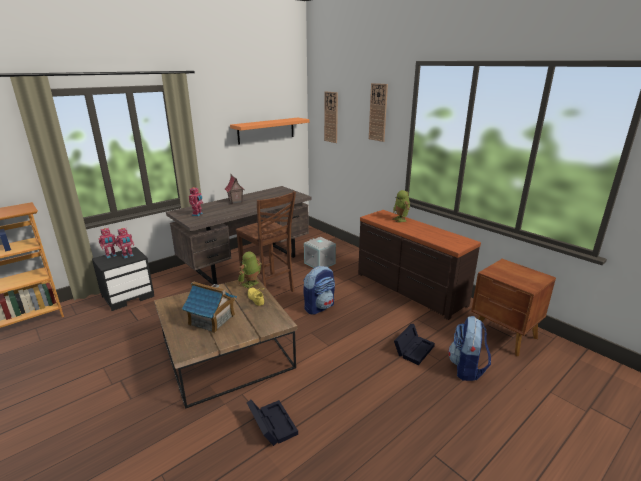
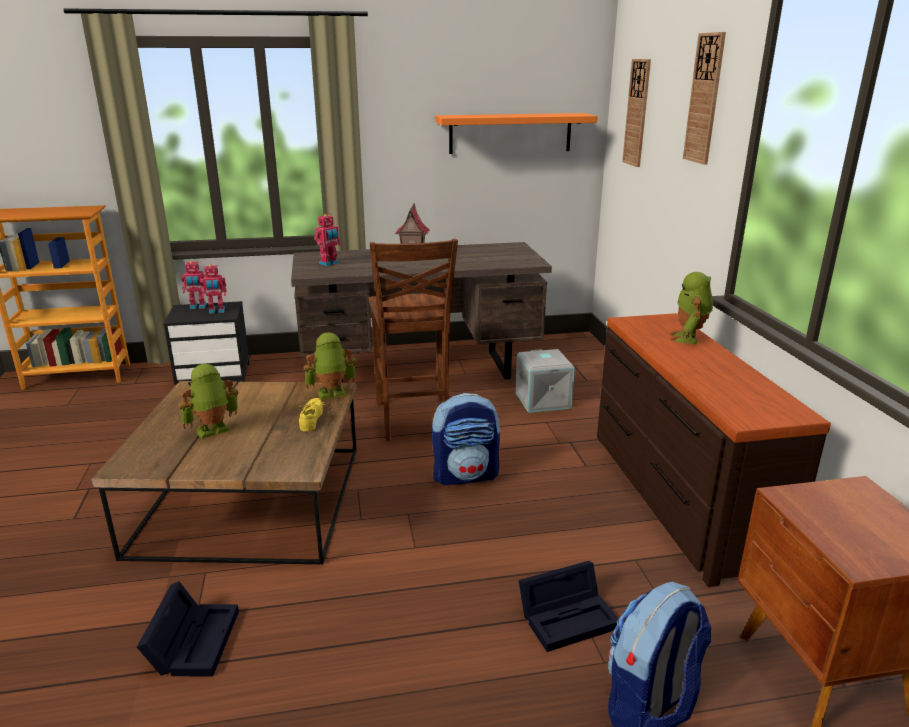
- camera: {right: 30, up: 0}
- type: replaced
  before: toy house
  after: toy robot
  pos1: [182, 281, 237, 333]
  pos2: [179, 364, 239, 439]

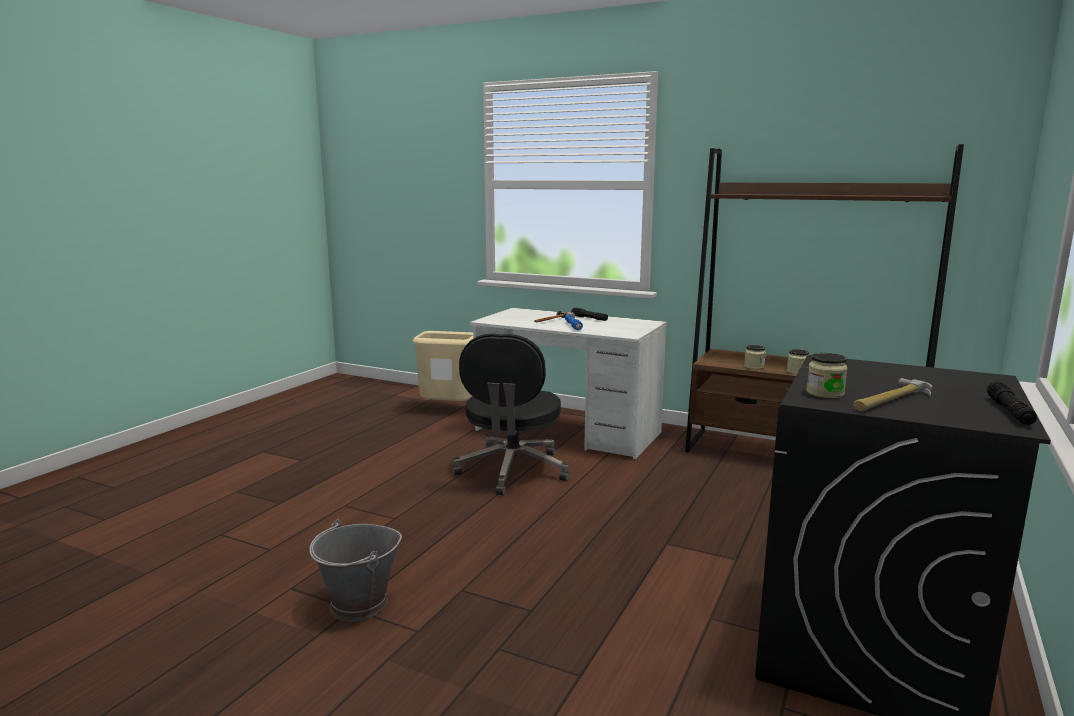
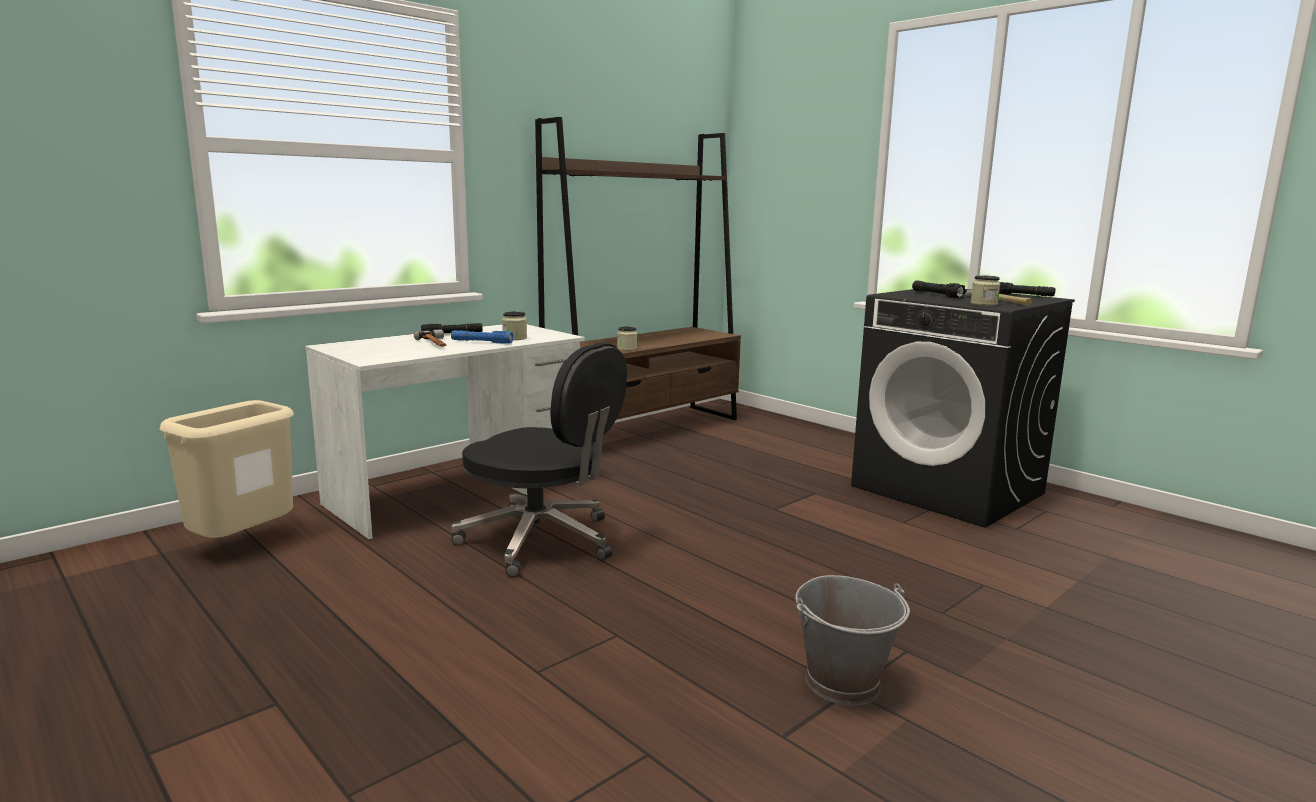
- camera: {right: -70, up: 0}
- type: added
  after: black flashlight
  pos2: [912, 280, 966, 298]
- type: moved
  before: jar
  pos1: [787, 349, 809, 374]
  pos2: [502, 311, 527, 340]

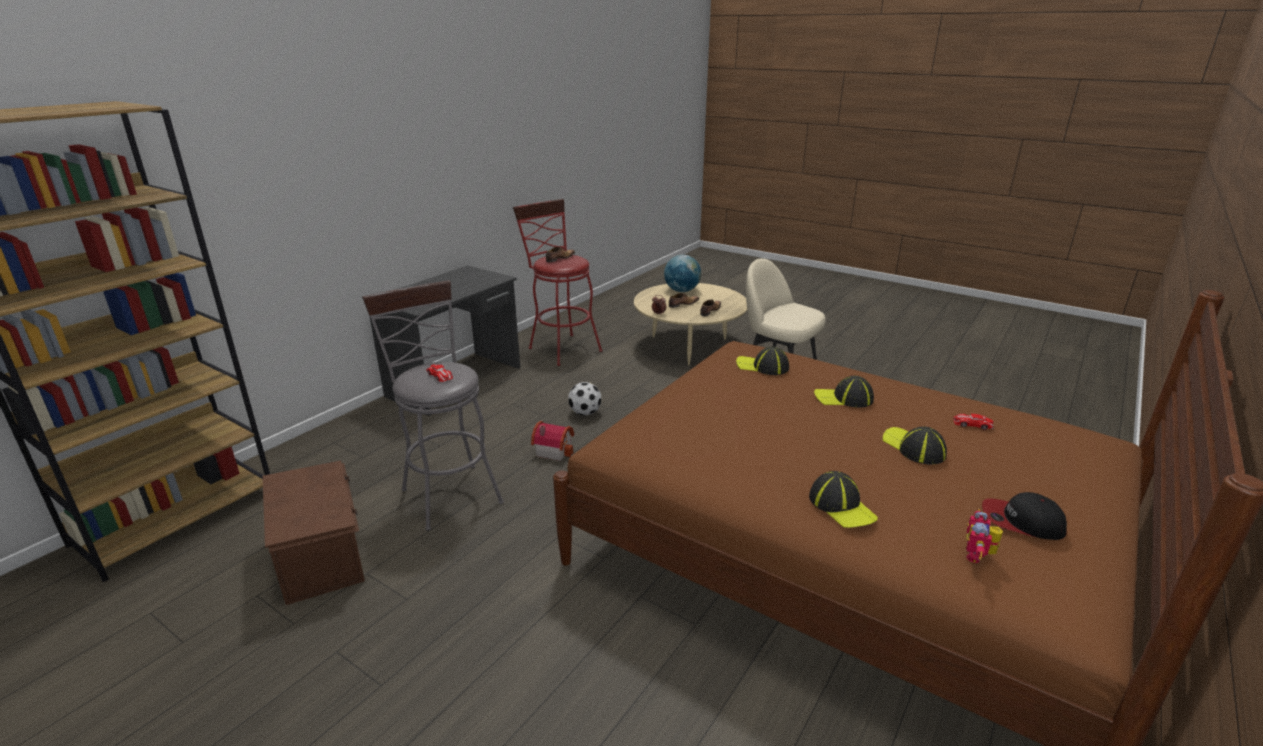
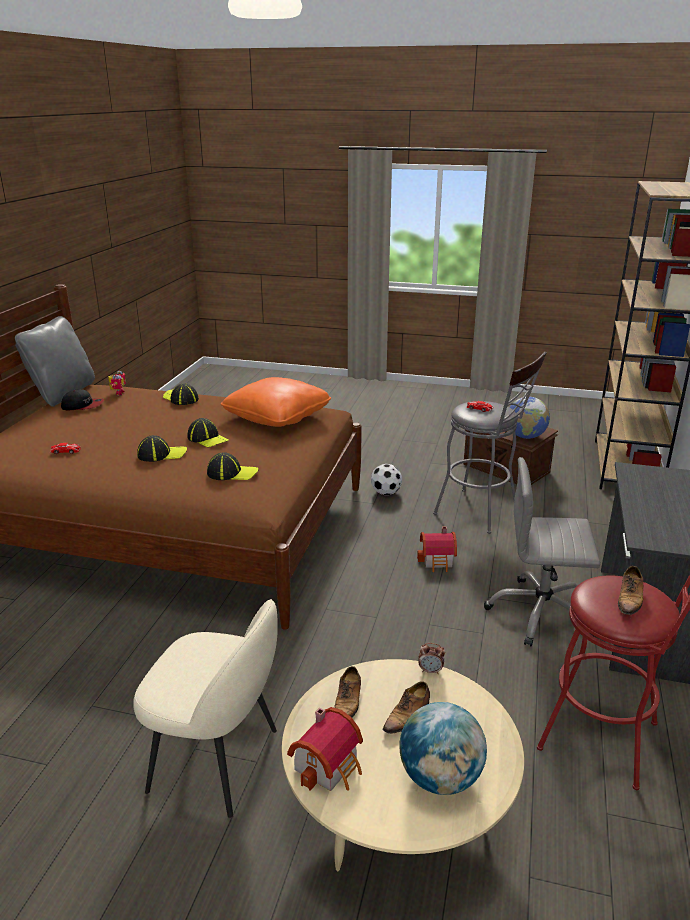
- camera: {right: 160, up: 0}
- type: added
  after: grey pillow
  pos2: [15, 316, 95, 407]
- type: added
  after: orange pillow
  pos2: [221, 377, 331, 427]
- type: added
  after: toy house
  pos2: [287, 707, 363, 791]
- type: added
  after: grey office chair
  pos2: [484, 457, 600, 646]
- type: added
  after: globe
  pos2: [509, 397, 550, 439]
- type: moved
  before: football
  pos1: [568, 382, 601, 416]
  pos2: [371, 464, 402, 495]
- type: moved
  before: cap
  pos1: [883, 426, 947, 464]
  pos2: [187, 418, 229, 448]

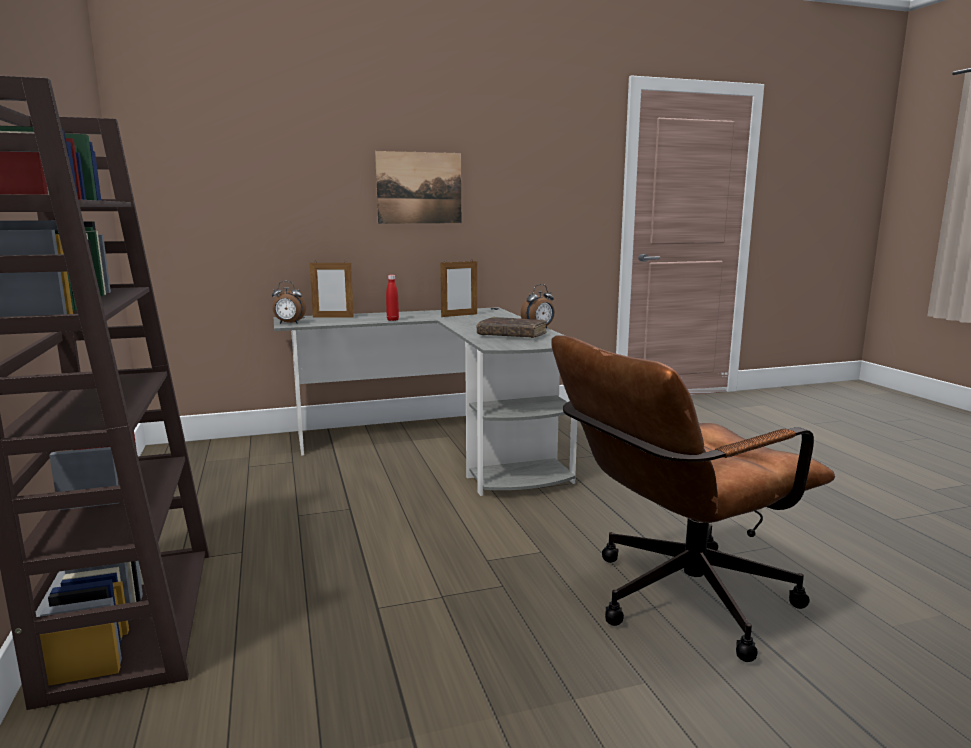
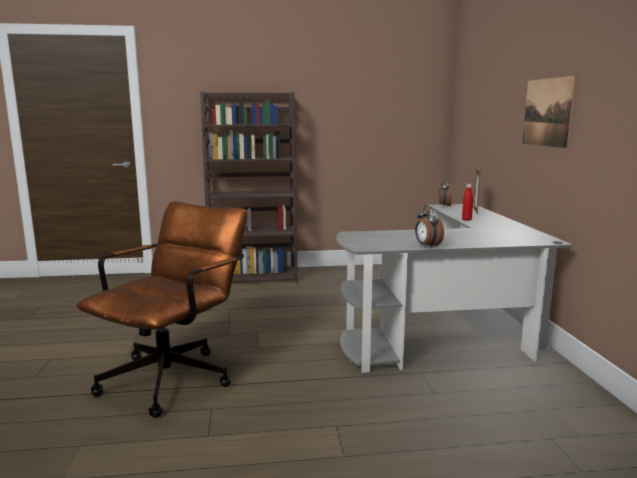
- camera: {right: 100, up: 0}
- type: removed
  before: picture frame
  pos1: [440, 259, 477, 317]
- type: removed
  before: brown book
  pos1: [477, 317, 547, 338]
- type: turned
  before: brown office chair
  pos1: [551, 335, 835, 662]
  pos2: [77, 201, 248, 418]
  turn: 45

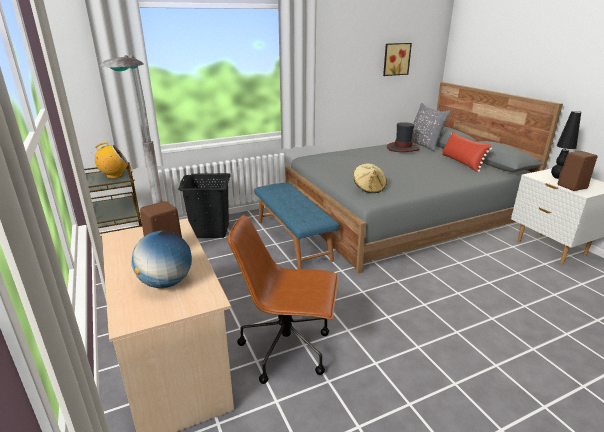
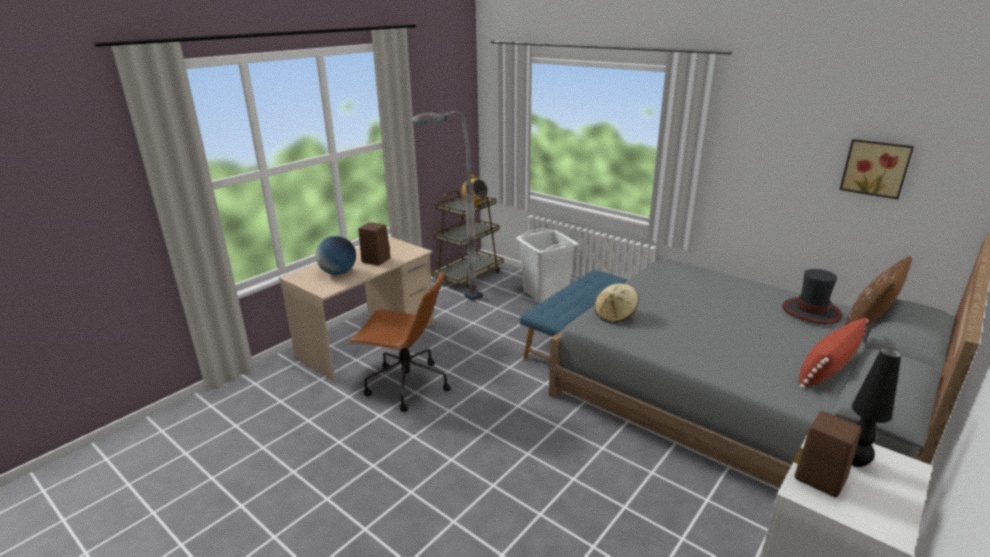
- camera: {right: 65, up: 0}
- type: recoloured
  before: black laundry basket
  after: white laundry basket
  pos1: [178, 173, 231, 238]
  pos2: [516, 228, 579, 303]
- type: recoloured
  before: grey pillow
  after: brown pillow
  pos1: [412, 103, 451, 151]
  pos2: [846, 256, 912, 327]
- type: turned
  before: brown office chair
  pos1: [228, 215, 338, 384]
  pos2: [348, 272, 451, 412]
  turn: 120

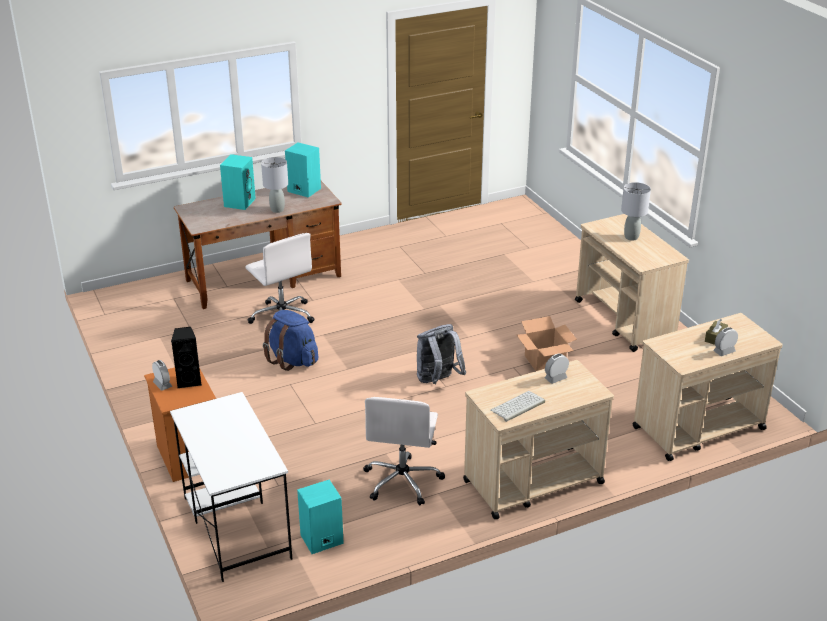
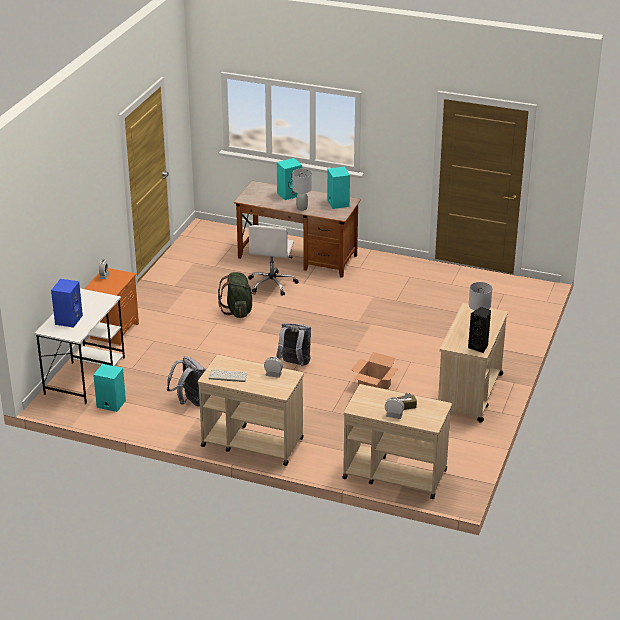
- camera: {right: 45, up: 0}
- type: added
  after: blue speaker
  pos2: [51, 279, 83, 328]
- type: moved
  before: black speaker
  pos1: [171, 327, 202, 388]
  pos2: [468, 307, 491, 353]
- type: replaced
  before: white office chair
  after: grey backpack
  pos1: [363, 397, 445, 506]
  pos2: [167, 356, 206, 407]
- type: recoloured
  before: blue backpack
  after: green backpack
  pos1: [263, 310, 318, 371]
  pos2: [218, 272, 256, 318]

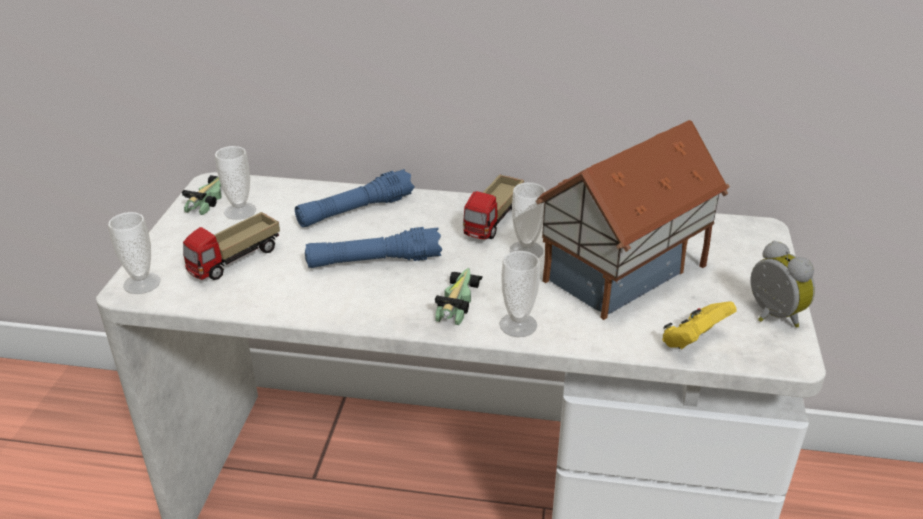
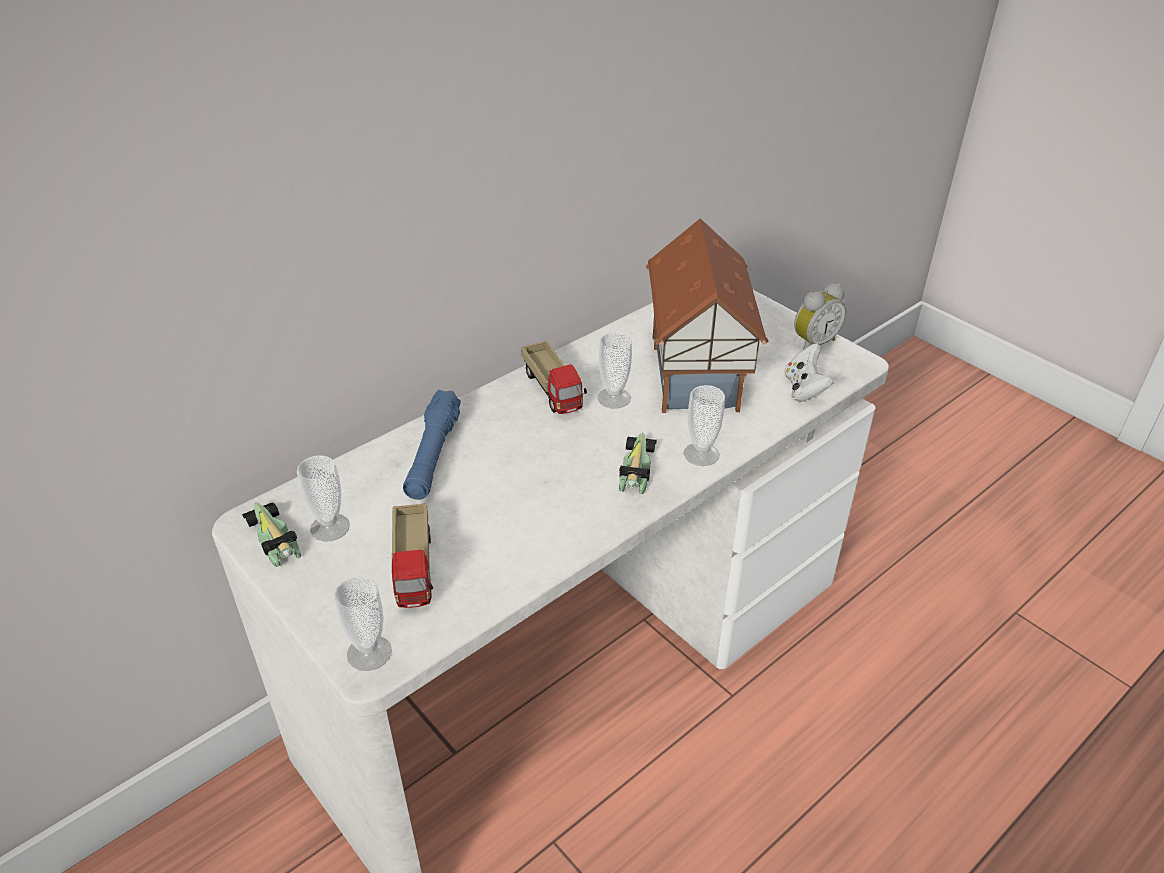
- camera: {right: -50, up: 5}
- type: removed
  before: blue flashlight
  pos1: [305, 227, 442, 268]
- type: recoloured
  before: yellow game controller
  after: white game controller
  pos1: [662, 301, 737, 349]
  pos2: [785, 344, 834, 402]
- type: turned
  before: toy car
  pos1: [435, 268, 483, 325]
  pos2: [619, 432, 657, 494]
  turn: 45
- type: turned
  before: alarm clock
  pos1: [751, 241, 815, 328]
  pos2: [794, 284, 846, 350]
  turn: 135

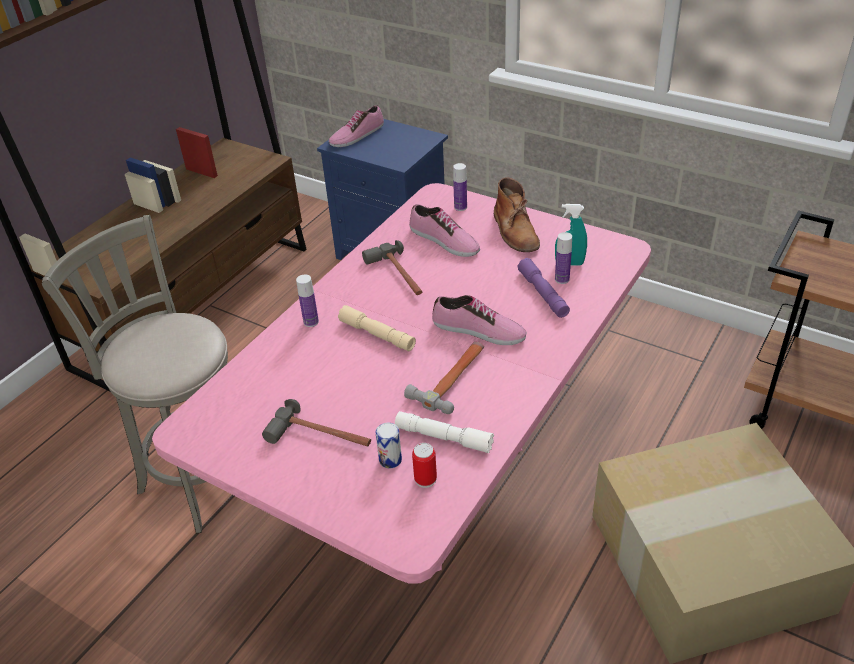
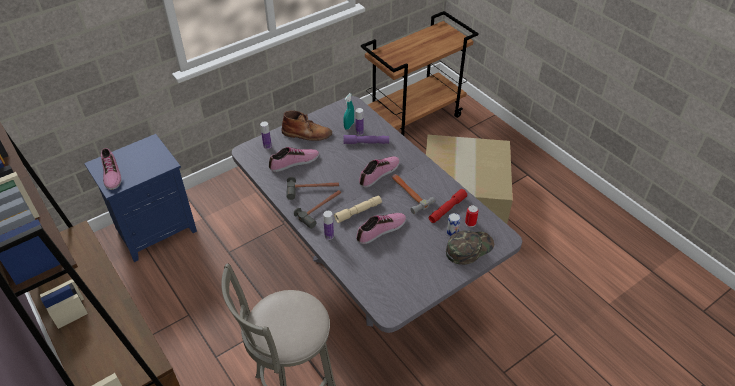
- camera: {right: -70, up: 5}
- type: added
  after: shoe
  pos2: [356, 213, 406, 244]
- type: added
  after: green cap
  pos2: [446, 231, 494, 265]
- type: moved
  before: hammer
  pos1: [262, 399, 371, 446]
  pos2: [294, 190, 341, 229]
- type: recoloured
  before: pink dining table
  after: grey dining table
  pos1: [152, 183, 651, 584]
  pos2: [232, 96, 522, 333]
- type: recoloured
  before: white flashlight
  after: red flashlight
  pos1: [395, 411, 494, 453]
  pos2: [429, 189, 467, 223]

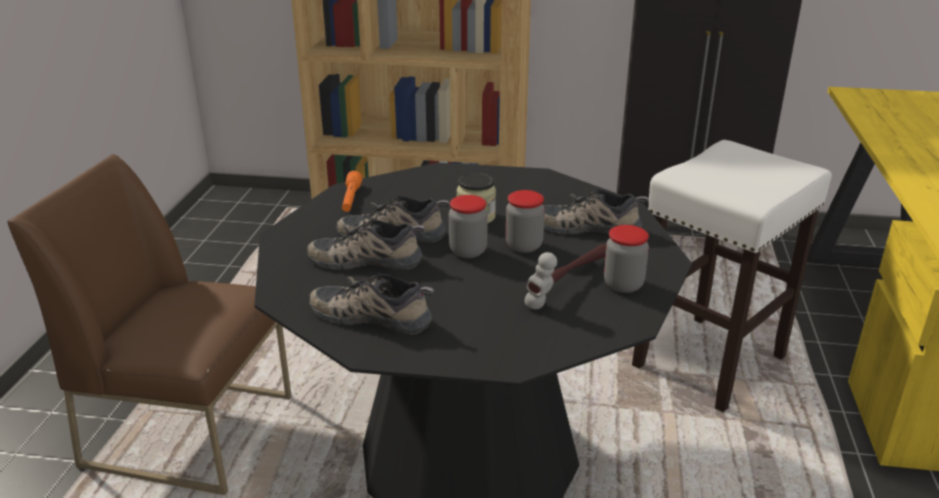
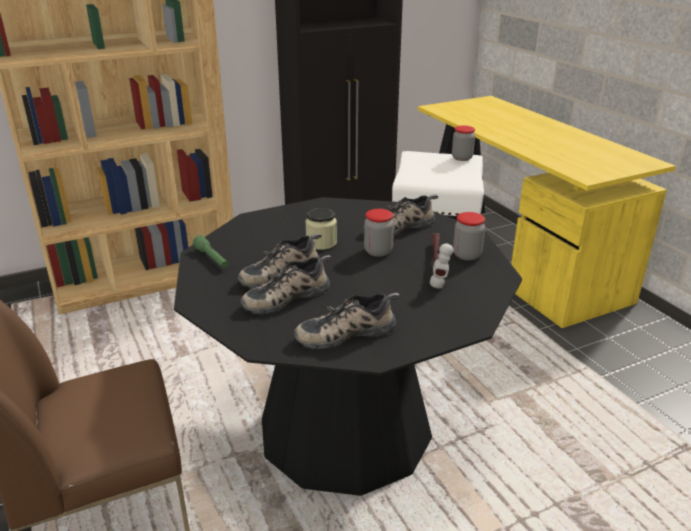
- camera: {right: -35, up: 0}
- type: moved
  before: jar
  pos1: [449, 195, 488, 258]
  pos2: [452, 125, 475, 161]
- type: recoloured
  before: orange flashlight
  after: green flashlight
  pos1: [342, 171, 362, 212]
  pos2: [193, 235, 229, 268]

